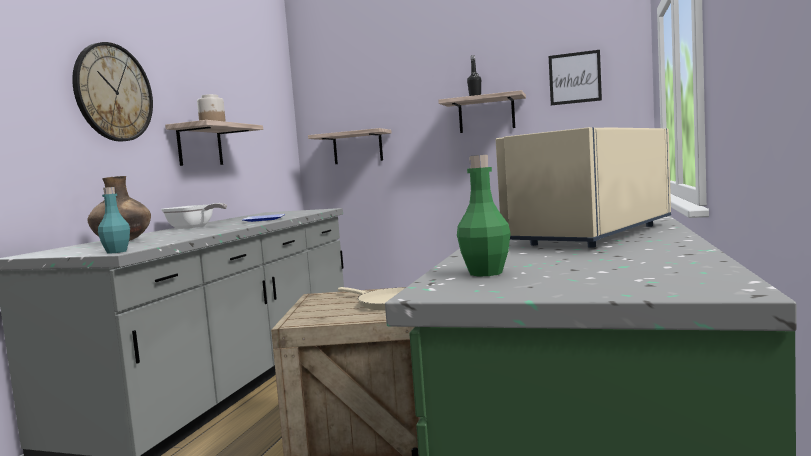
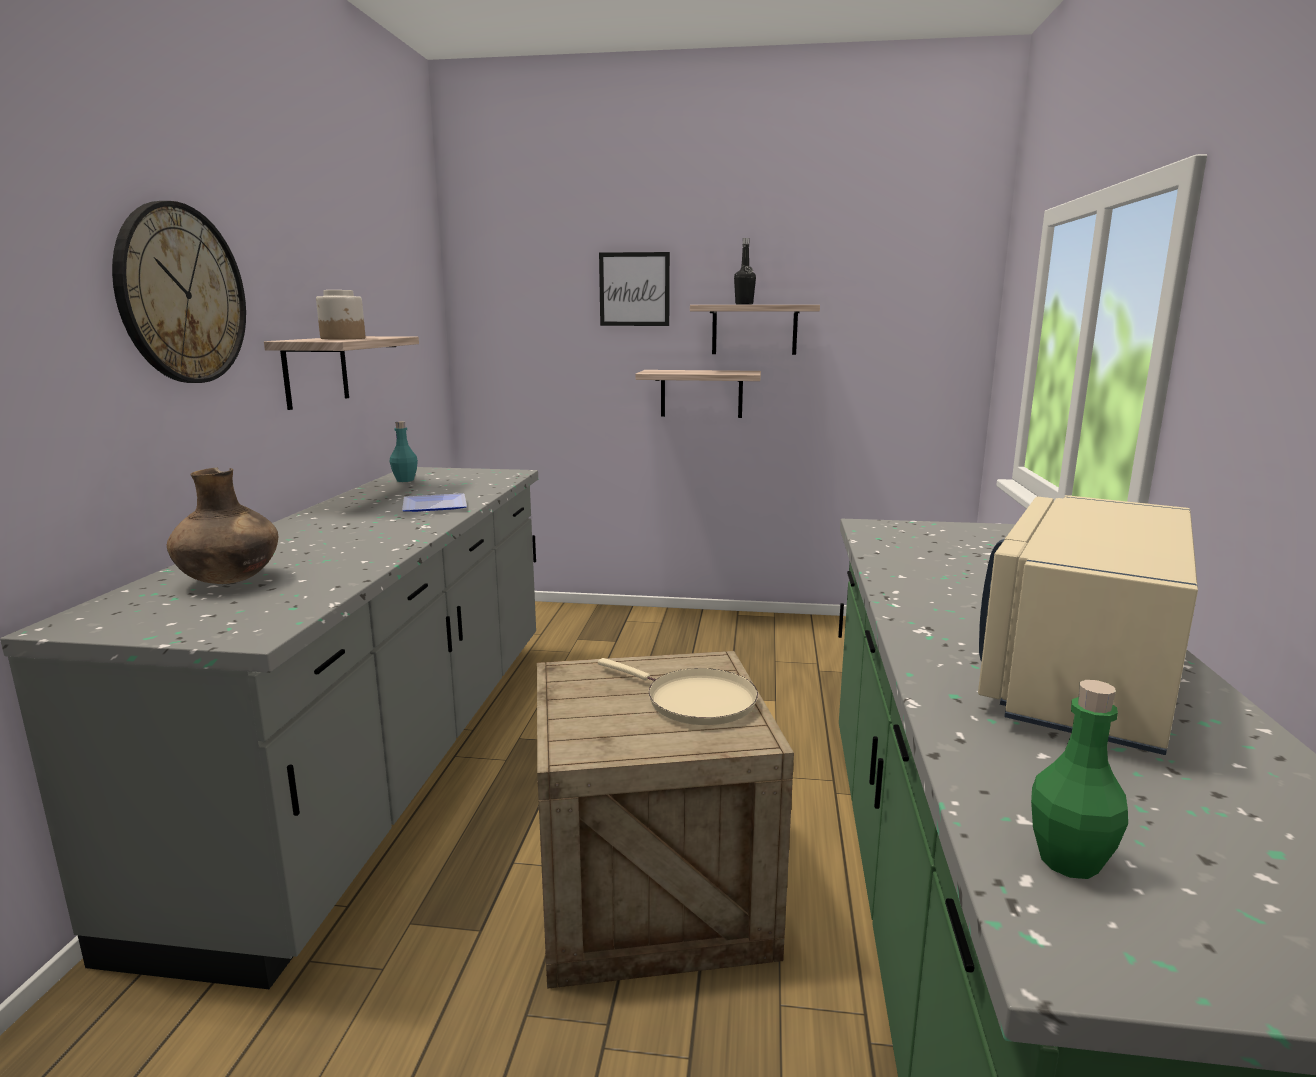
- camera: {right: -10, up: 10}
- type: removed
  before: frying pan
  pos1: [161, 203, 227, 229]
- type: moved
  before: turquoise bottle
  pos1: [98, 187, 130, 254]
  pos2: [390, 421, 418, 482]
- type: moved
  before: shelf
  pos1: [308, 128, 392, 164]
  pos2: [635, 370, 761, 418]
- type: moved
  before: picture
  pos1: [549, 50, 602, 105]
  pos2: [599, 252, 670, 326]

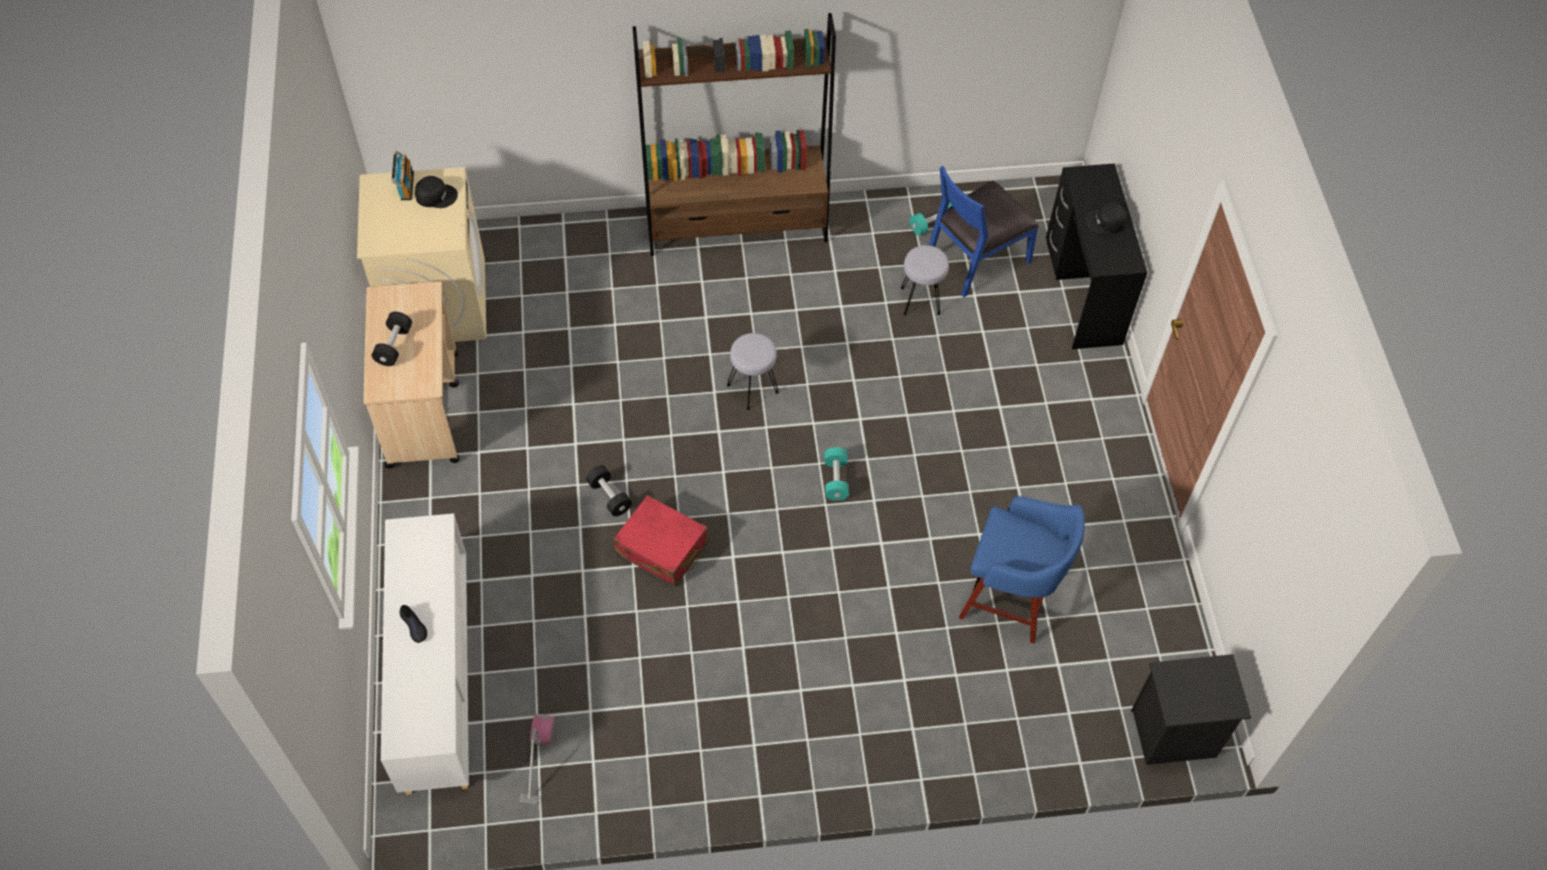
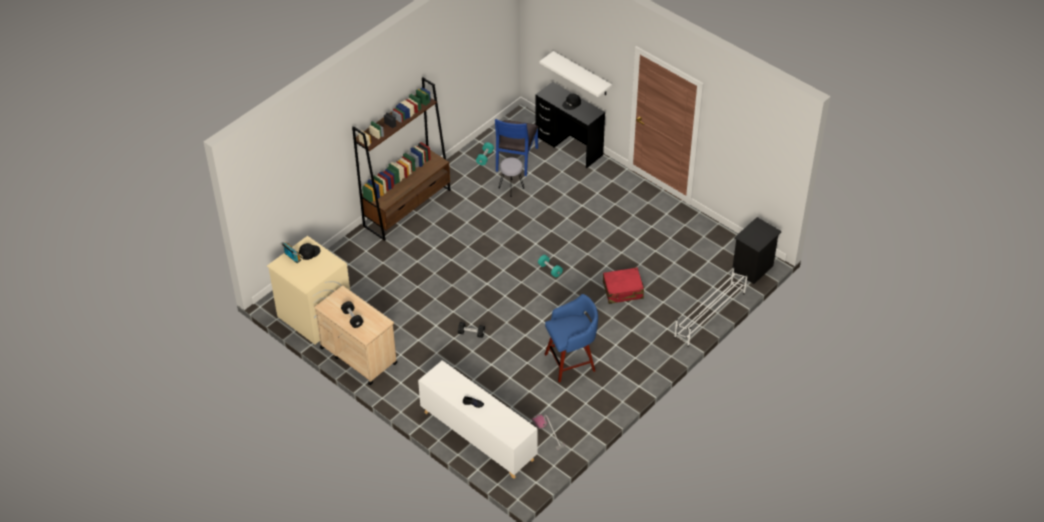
- camera: {right: -40, up: -10}
- type: removed
  before: grey stool
  pos1: [727, 333, 779, 410]
- type: added
  after: white shelf
  pos2: [540, 51, 612, 97]
- type: added
  after: white shoe rack
  pos2: [674, 267, 748, 347]
- type: moved
  before: red suitcase
  pos1: [613, 495, 709, 587]
  pos2: [603, 267, 645, 304]
- type: moved
  before: blue stool
  pos1: [959, 496, 1085, 644]
  pos2: [545, 294, 598, 382]

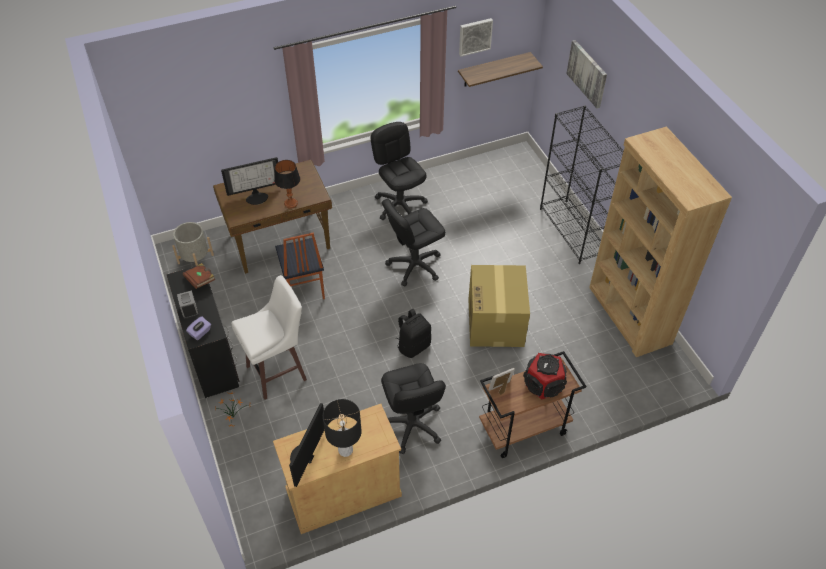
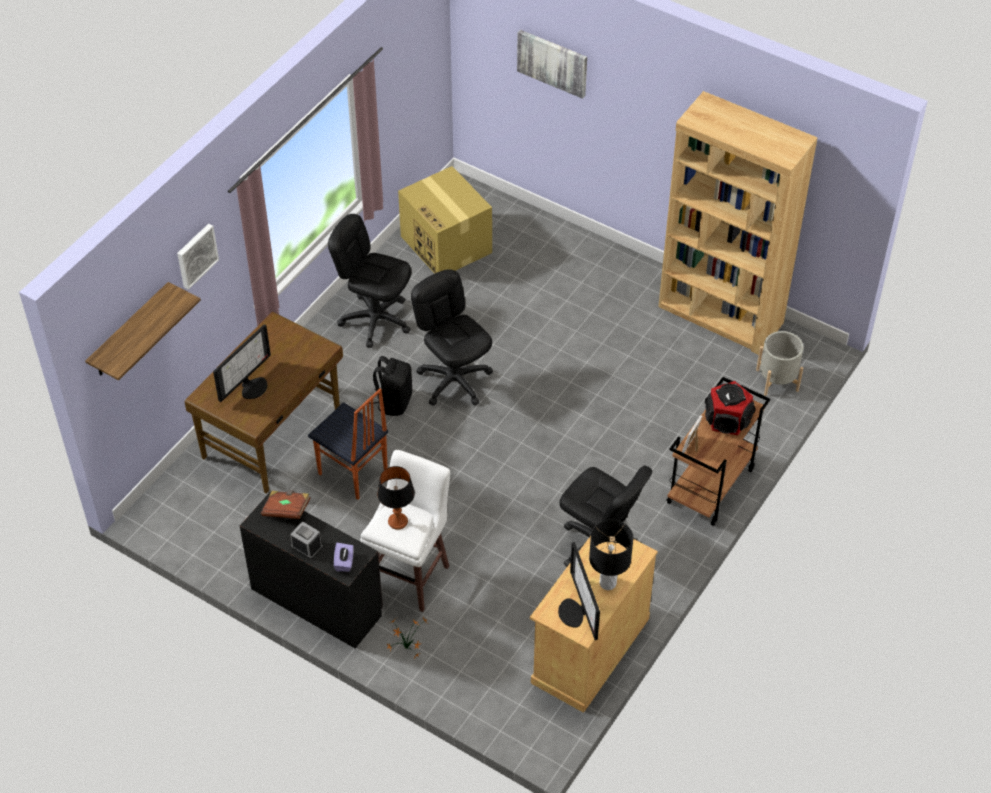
- camera: {right: -35, up: 0}
- type: removed
  before: black bookcase
  pos1: [540, 105, 624, 264]
- type: moved
  before: grey planter
  pos1: [172, 222, 214, 266]
  pos2: [756, 331, 803, 396]
- type: moved
  before: table lamp
  pos1: [274, 160, 300, 209]
  pos2: [377, 466, 415, 530]
- type: moved
  before: black backpack
  pos1: [396, 309, 431, 358]
  pos2: [369, 356, 412, 416]
- type: moved
  before: shelf
  pos1: [458, 52, 543, 87]
  pos2: [85, 282, 201, 380]
- type: moved
  before: picture
  pos1: [459, 18, 493, 56]
  pos2: [177, 223, 219, 290]
- type: moved
  before: cardboard box
  pos1: [468, 265, 530, 347]
  pos2: [398, 166, 492, 274]
- type: turned
  before: black office chair
  pos1: [382, 199, 446, 286]
  pos2: [411, 269, 493, 405]
  turn: 120

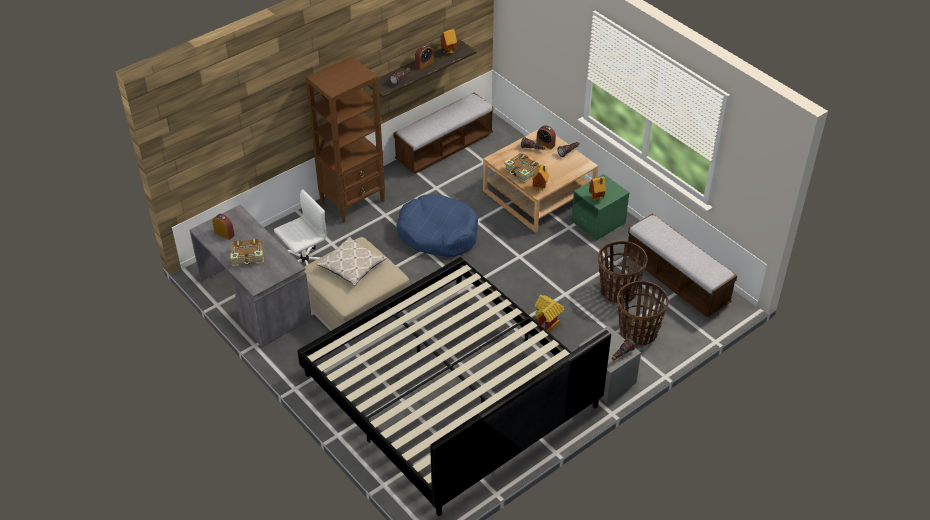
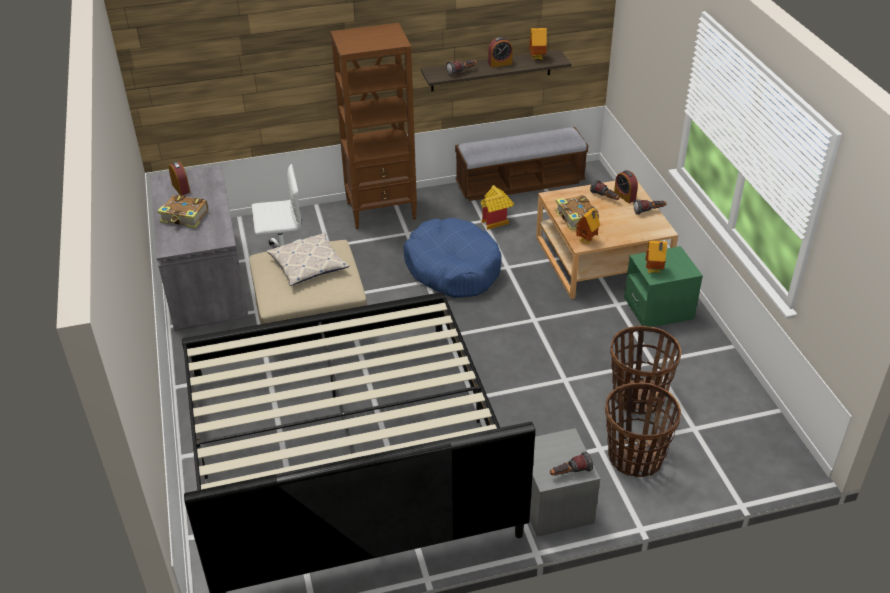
- camera: {right: 25, up: -5}
- type: removed
  before: bench
  pos1: [627, 214, 737, 317]
- type: moved
  before: toy house
  pos1: [535, 295, 564, 332]
  pos2: [481, 185, 514, 230]

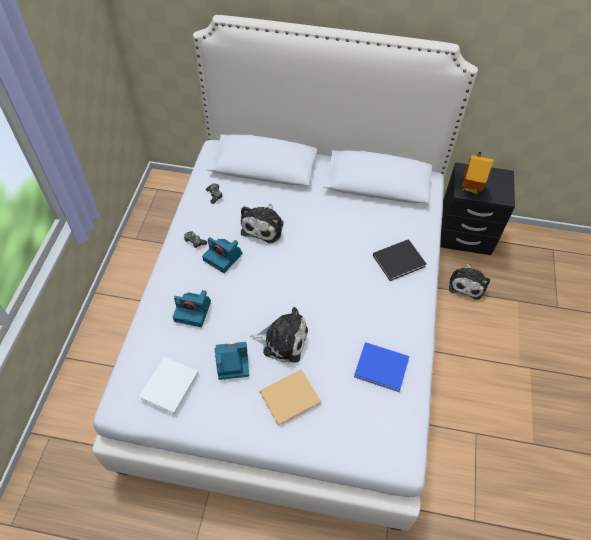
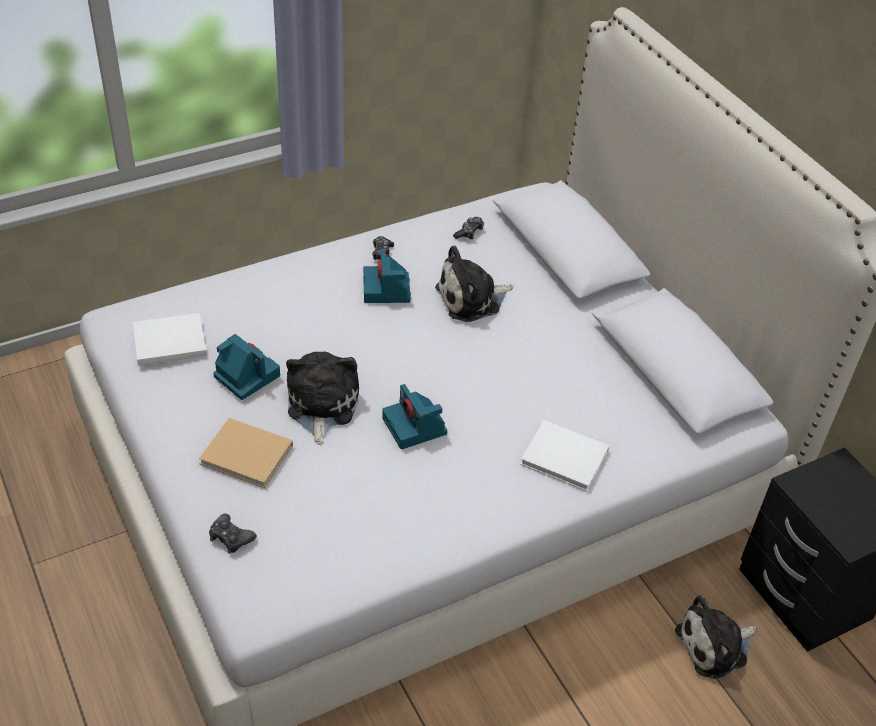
- camera: {right: 50, up: -10}
- type: removed
  before: blue book
  pos1: [354, 342, 410, 392]
- type: removed
  before: toy house
  pos1: [462, 151, 493, 194]
- type: added
  after: black game controller
  pos2: [209, 513, 257, 554]
- type: moved
  before: photo camera
  pos1: [173, 290, 211, 327]
  pos2: [382, 384, 447, 450]
- type: recoloured
  before: black book
  after: white book
  pos1: [373, 239, 426, 281]
  pos2: [520, 420, 609, 491]
- type: turned
  before: plush toy
  pos1: [251, 307, 308, 362]
  pos2: [286, 351, 359, 445]
  turn: -150

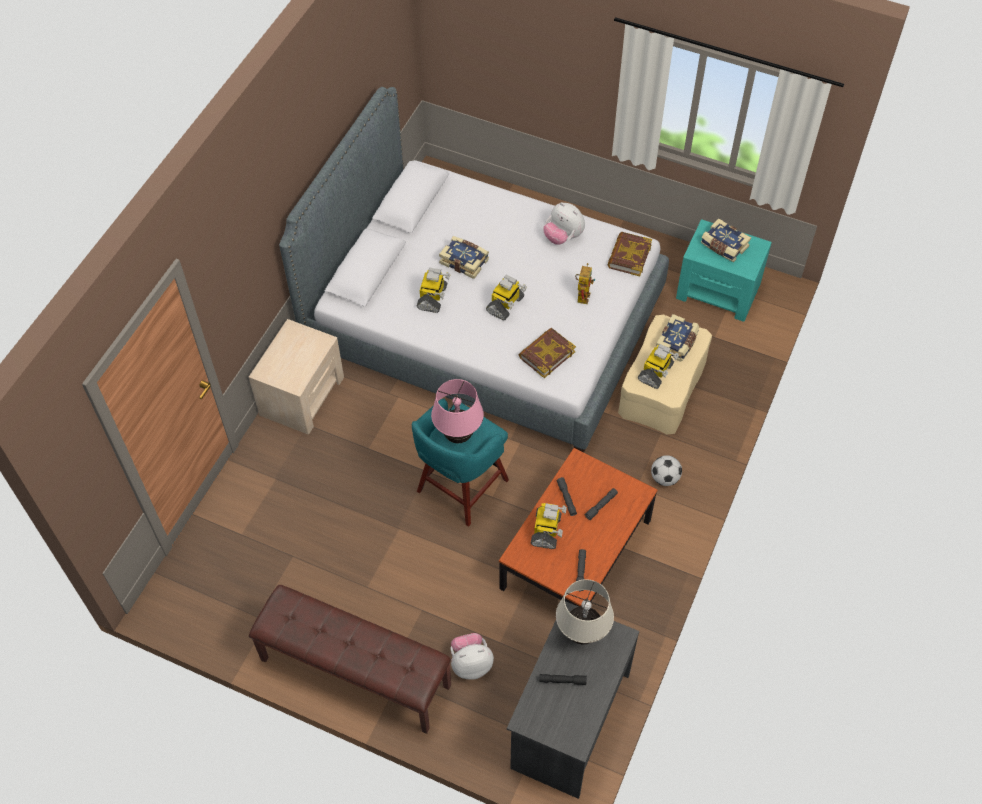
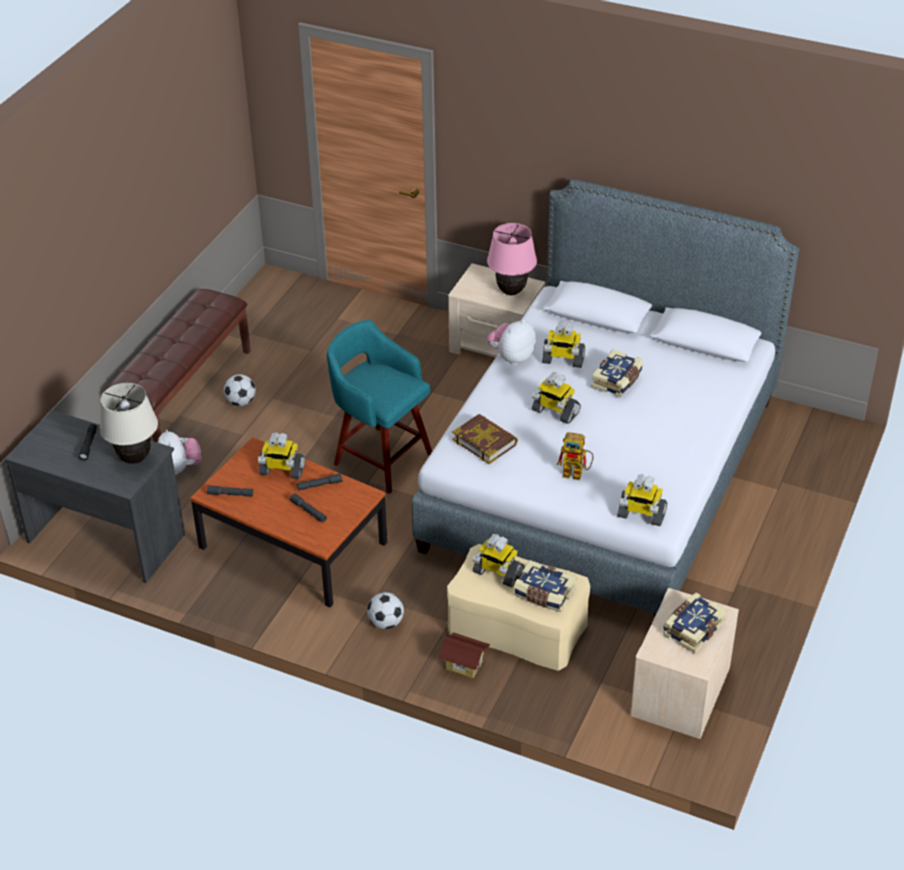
- camera: {right: 90, up: -15}
- type: added
  after: football
  pos2: [224, 374, 256, 406]
- type: added
  after: toy house
  pos2: [438, 632, 490, 679]
- type: moved
  before: pink table lamp
  pos1: [431, 379, 484, 444]
  pos2: [487, 223, 537, 295]
- type: moved
  before: plush toy
  pos1: [543, 202, 585, 245]
  pos2: [487, 319, 536, 365]
- type: replaced
  before: book
  after: toy robot
  pos1: [607, 232, 652, 276]
  pos2: [617, 475, 667, 526]
- type: recoloured
  before: turquoise nightstand
  after: beige nightstand
  pos1: [676, 219, 772, 322]
  pos2: [630, 588, 739, 739]

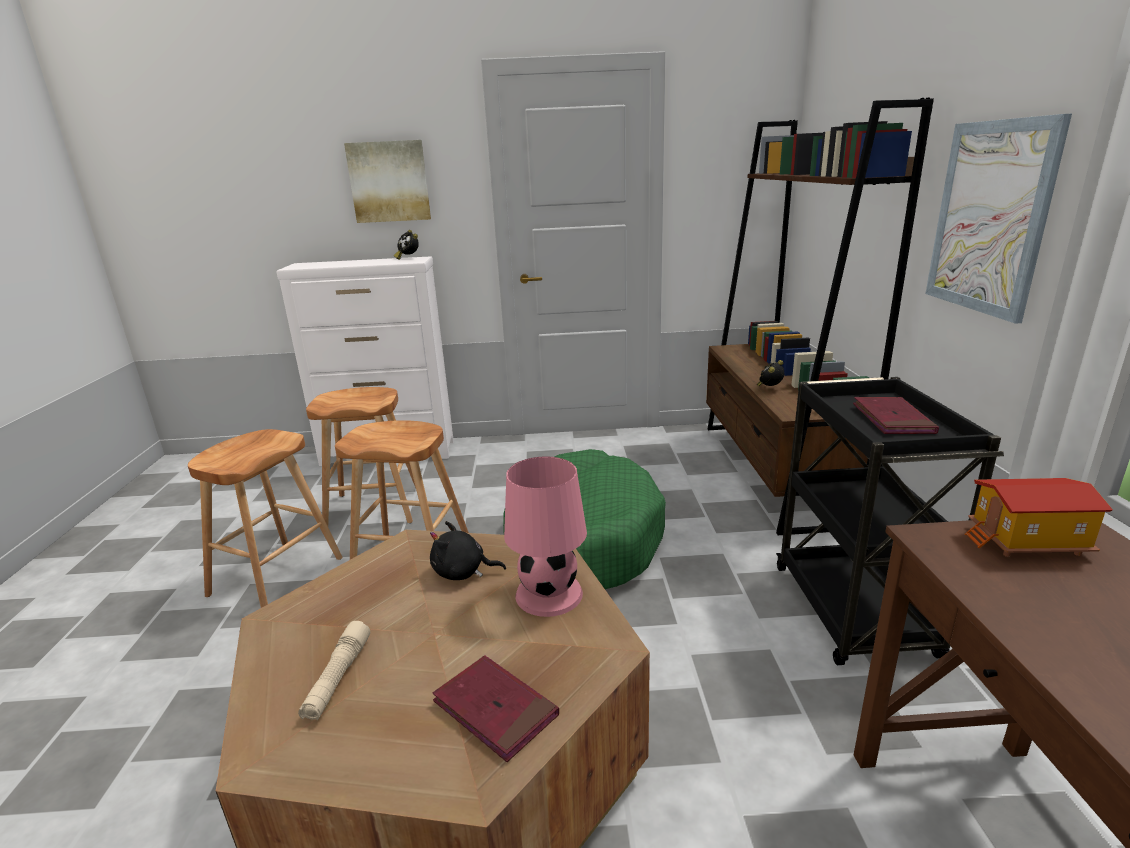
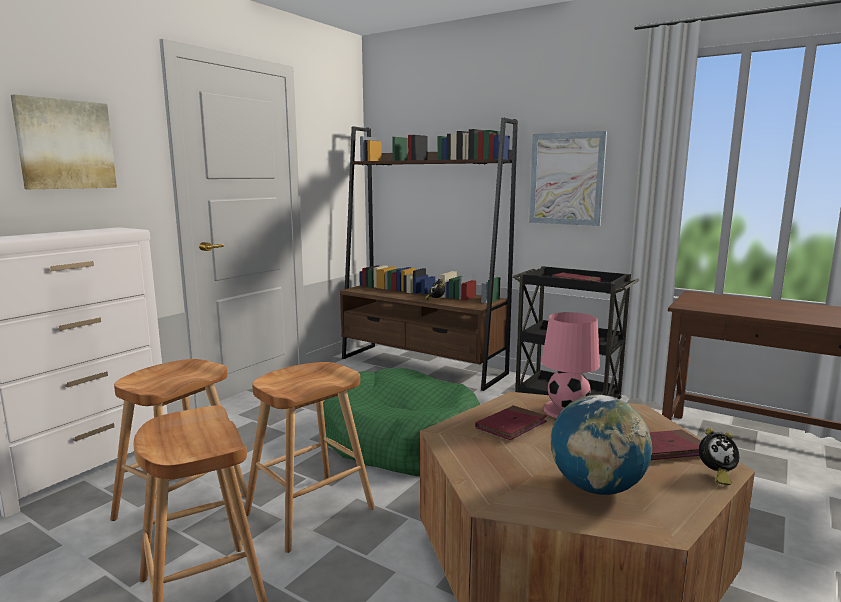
- camera: {right: -55, up: -10}
- type: removed
  before: toy house
  pos1: [965, 478, 1113, 557]
- type: moved
  before: alarm clock
  pos1: [394, 230, 419, 260]
  pos2: [699, 428, 739, 485]
- type: replaced
  before: beige flashlight
  after: globe
  pos1: [298, 621, 370, 720]
  pos2: [551, 395, 652, 495]
- type: replaced
  before: black plush toy
  after: red book
  pos1: [430, 521, 506, 580]
  pos2: [475, 406, 547, 440]

